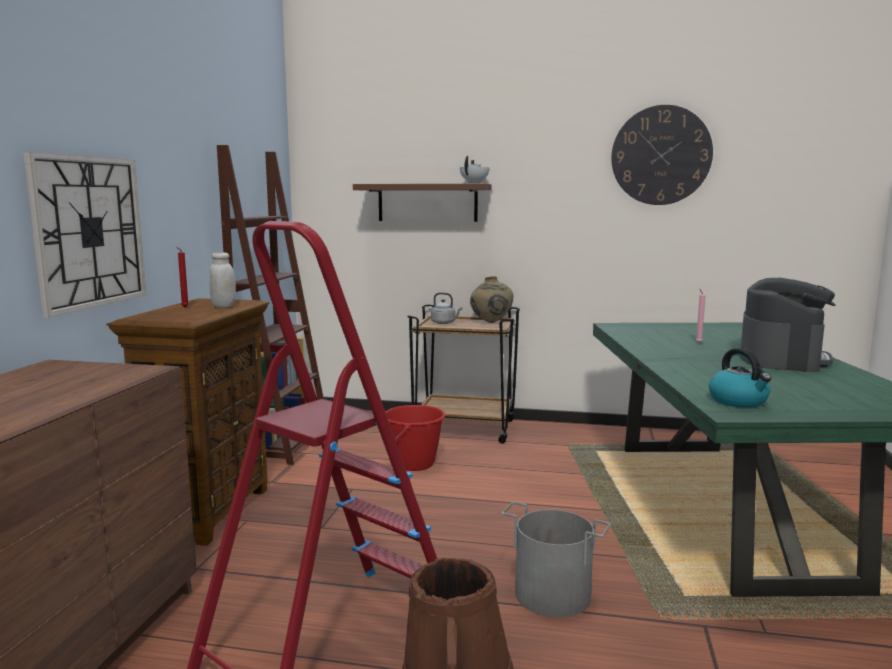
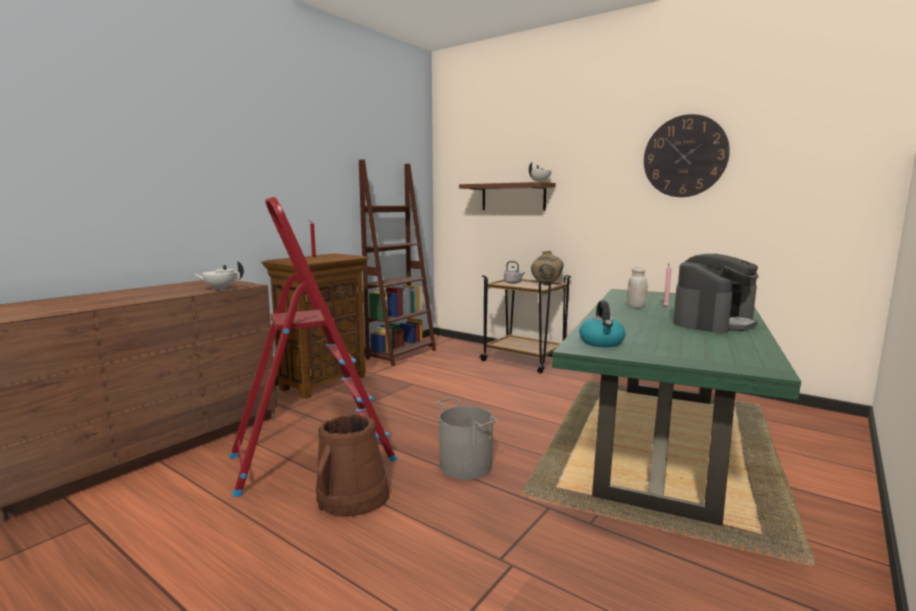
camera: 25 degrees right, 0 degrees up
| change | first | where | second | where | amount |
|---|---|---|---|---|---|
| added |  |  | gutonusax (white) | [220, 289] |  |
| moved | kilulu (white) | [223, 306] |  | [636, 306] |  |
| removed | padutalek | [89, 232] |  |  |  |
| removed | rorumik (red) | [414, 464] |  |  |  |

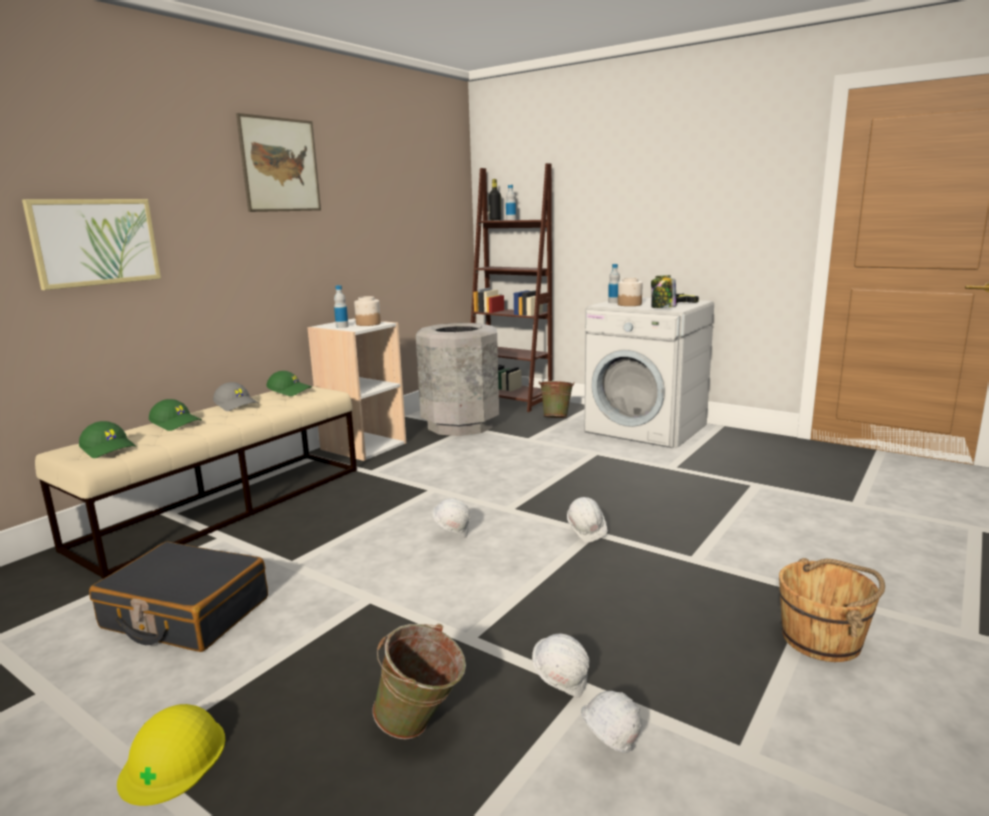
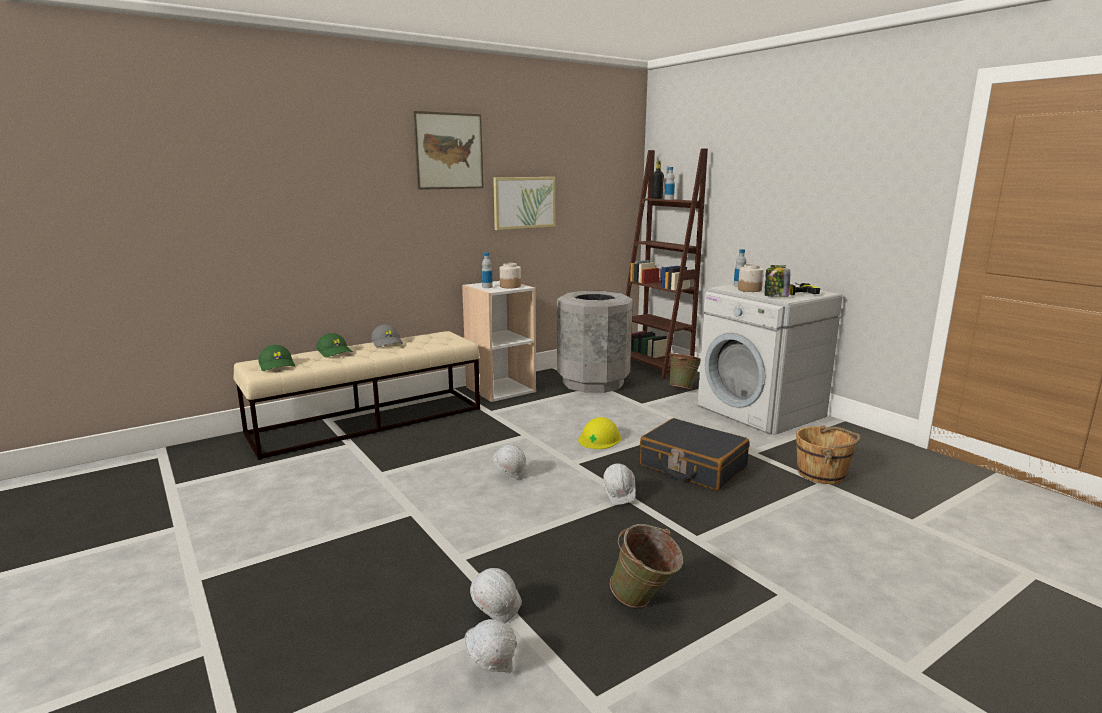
camera: 20 degrees right, 0 degrees up
| change | first | where | second | where | amount |
|---|---|---|---|---|---|
| moved | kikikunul | [95, 242] |  | [524, 202] |  |
| moved | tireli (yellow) | [173, 758] |  | [599, 439] |  |
| moved | rorumik (green) | [422, 727] |  | [644, 603] |  |
| moved | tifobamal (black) | [185, 613] |  | [692, 467] |  |
| moved | rorumik (brown) | [823, 639] |  | [822, 474] |  |
| removed | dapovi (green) | [290, 391] |  |  |  |

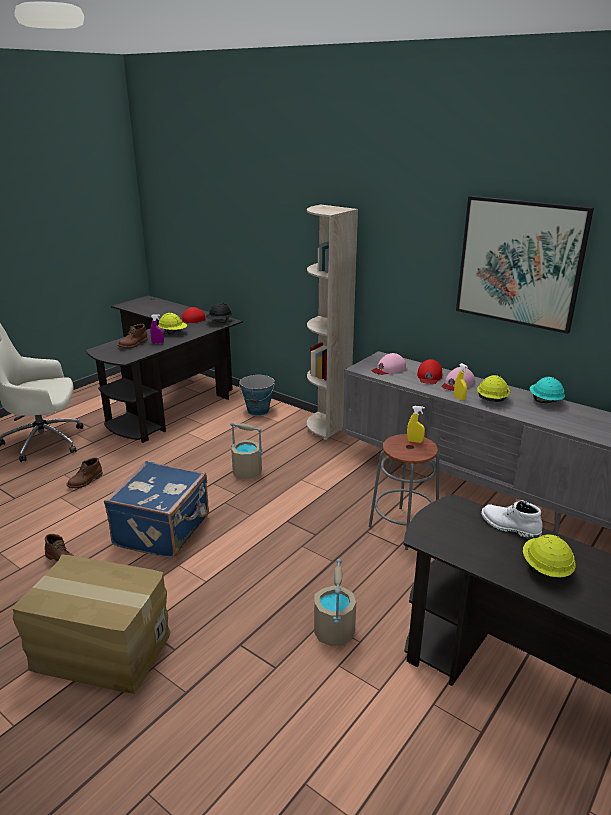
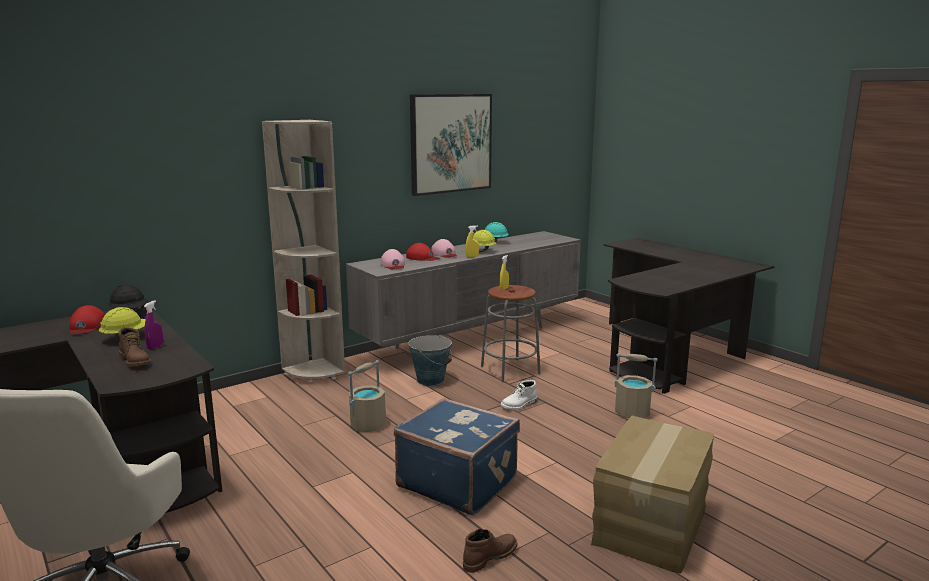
camera: 75 degrees left, 10 degrees down
| change | first | where | second | where | amount |
|---|---|---|---|---|---|
| moved | rorumik | [258, 410] |  | [430, 380] |  |
| moved | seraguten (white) | [509, 527] |  | [519, 405] |  |
| removed | seraguten (brown) | [85, 481] |  |  |  |
| removed | tireli (yellow) | [545, 569] |  |  |  |

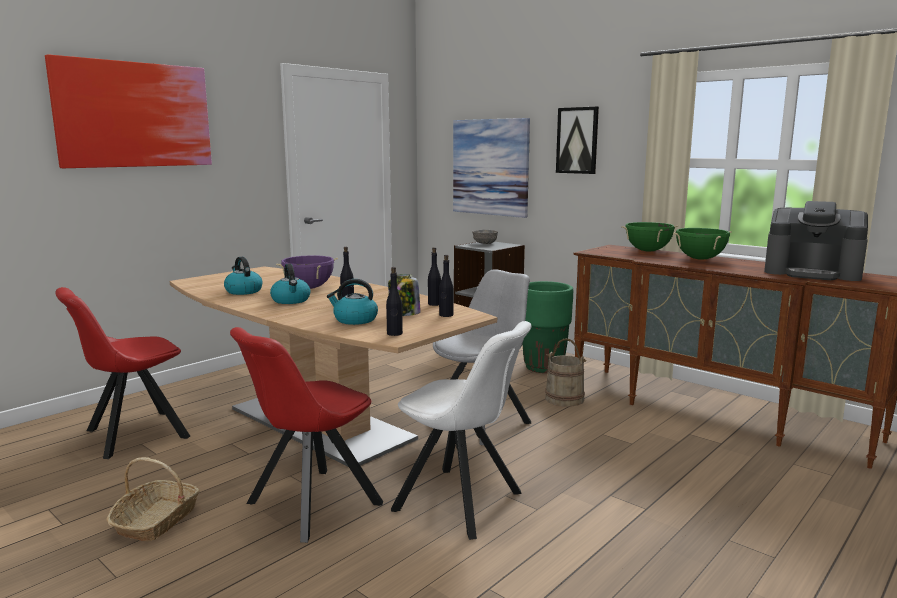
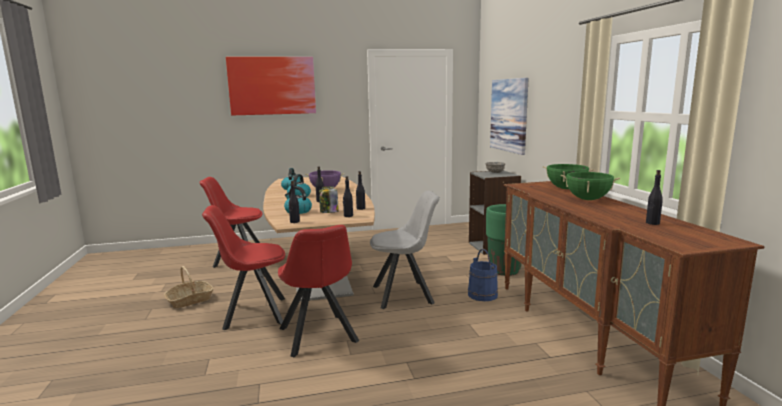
camera: 35 degrees right, 0 degrees up
| change | first | where | second | where | amount |
|---|---|---|---|---|---|
| recoloured | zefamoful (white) | [461, 502] | zefamoful (red) | [318, 336] |  |
| recoloured | rorumik (beige) | [564, 399] | rorumik (blue) | [483, 294] |  |
| replaced | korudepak | [812, 273] | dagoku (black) | [652, 223] |  |
| removed | kikikunul | [577, 140] |  |  |  |

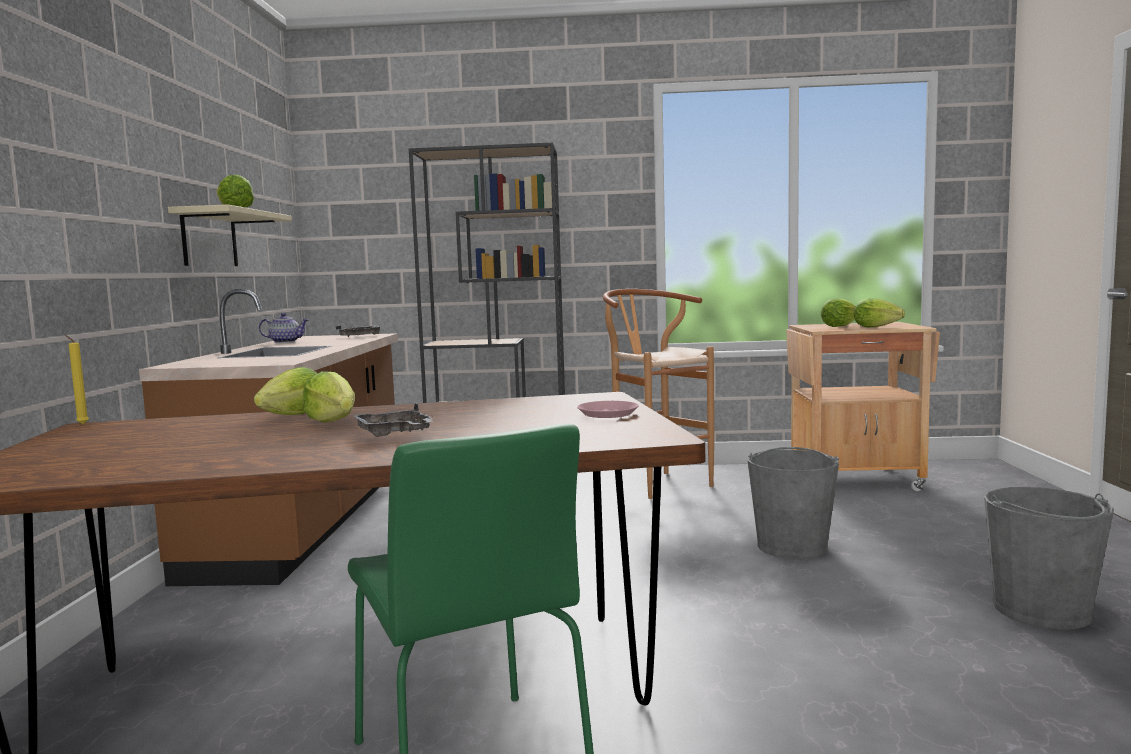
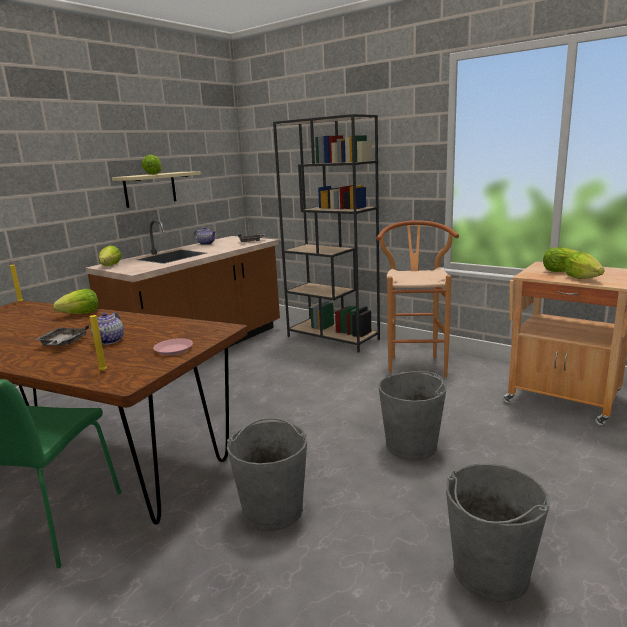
camera: 35 degrees right, 10 degrees up
| change | first | where | second | where | amount |
|---|---|---|---|---|---|
| added |  |  | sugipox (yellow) | [104, 371] |  |
| added |  |  | gutonusax | [110, 341] |  |
| moved | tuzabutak | [333, 422] |  | [111, 266] |  |
| added |  |  | rorumik (grey) | [273, 509] |  |

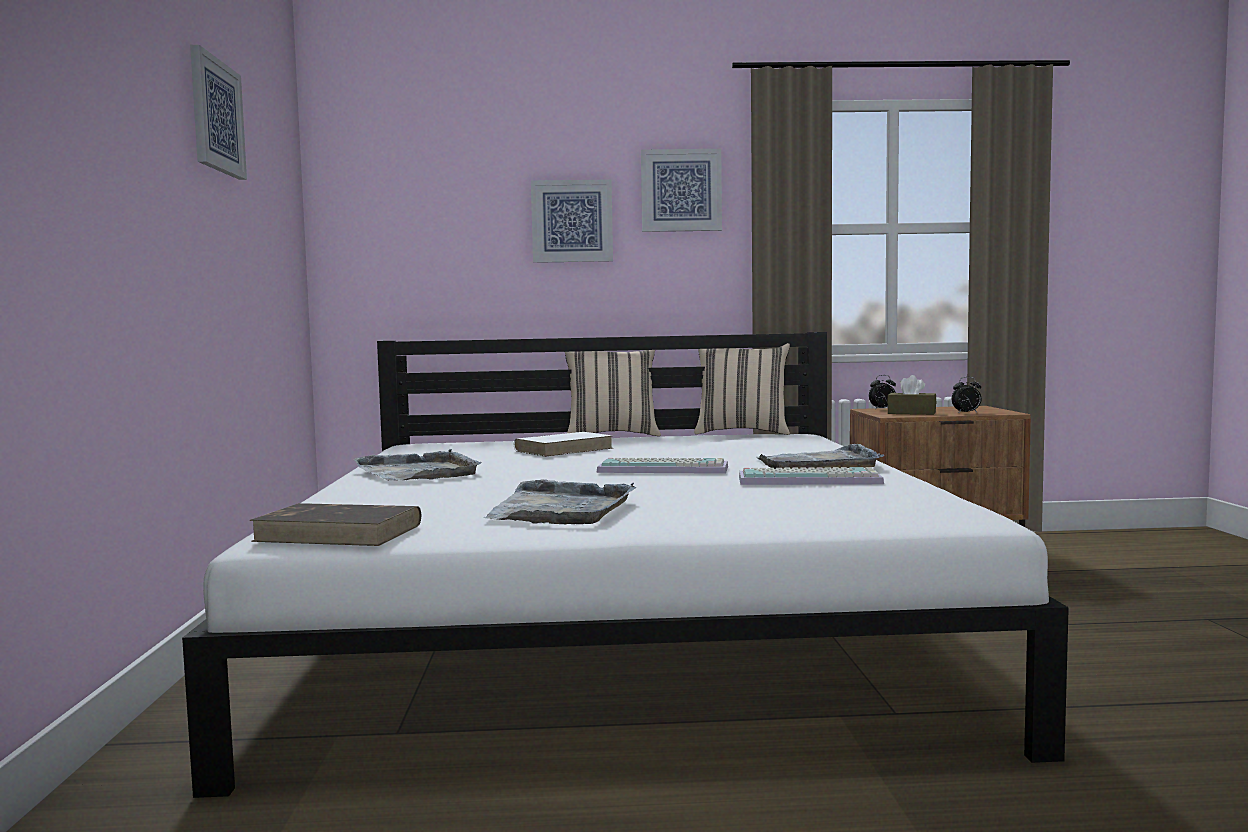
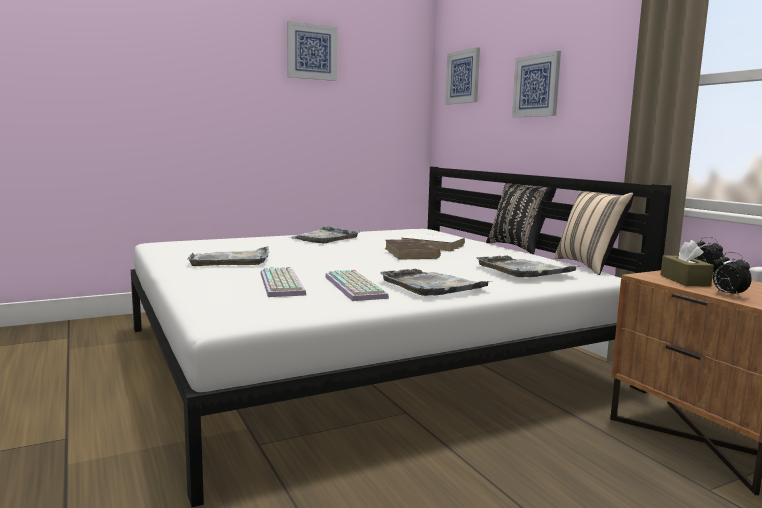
camera: 65 degrees right, 5 degrees up
| change | first | where | second | where | amount |
|---|---|---|---|---|---|
| moved | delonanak | [665, 469] |  | [283, 284] |  |
| moved | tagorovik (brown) | [340, 532] |  | [411, 253] |  |
| moved | kikikunul | [681, 190] |  | [463, 77] |  |
| added |  |  | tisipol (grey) | [523, 270] |  |
| recoloured | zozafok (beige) | [612, 435] | zozafok (black) | [518, 247] |  |

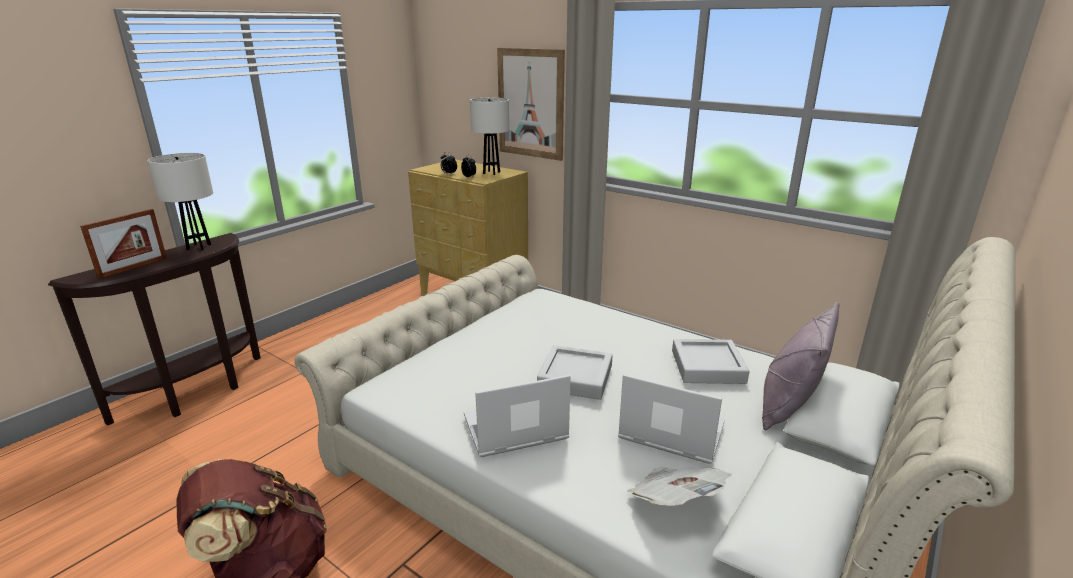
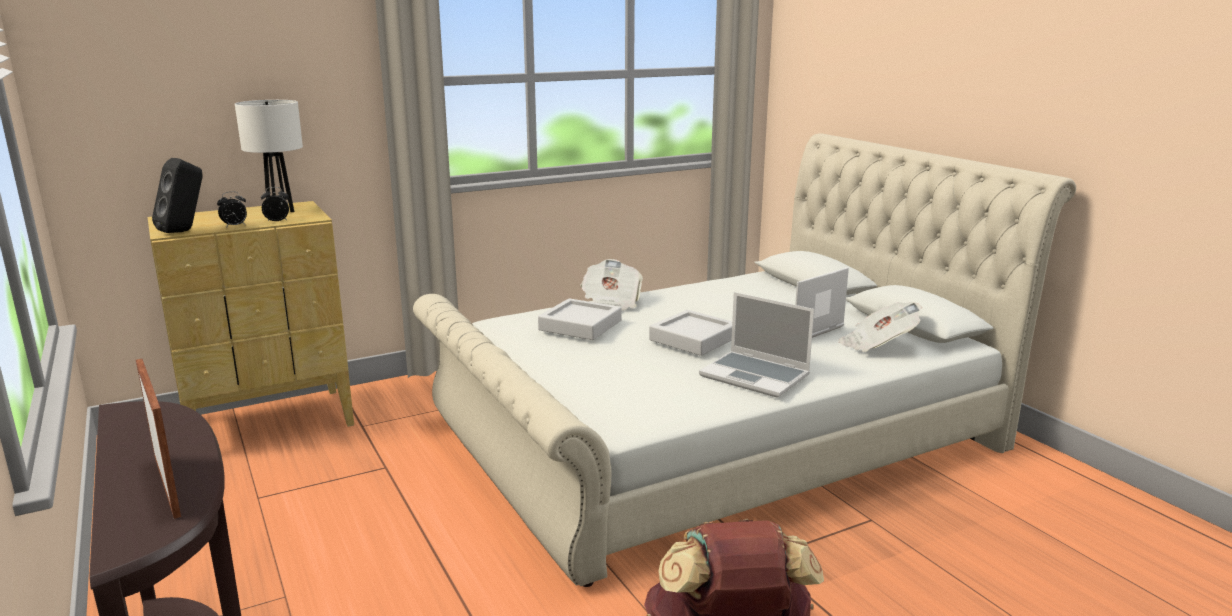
camera: 65 degrees left, 5 degrees down
| change | first | where | second | where | amount |
|---|---|---|---|---|---|
| added |  |  | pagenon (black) | [184, 231] |  |
| moved | tisipol (grey) | [707, 367] |  | [580, 325] |  |
| added |  |  | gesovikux | [611, 303] |  |
| turned | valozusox | [514, 430] |  | [756, 376] | 60 degrees counterclockwise |
| removed | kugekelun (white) | [198, 247] |  |  |  |
| removed | kikikunul | [530, 104] |  |  |  |
| removed | zozafok (purple) | [788, 407] |  |  |  |

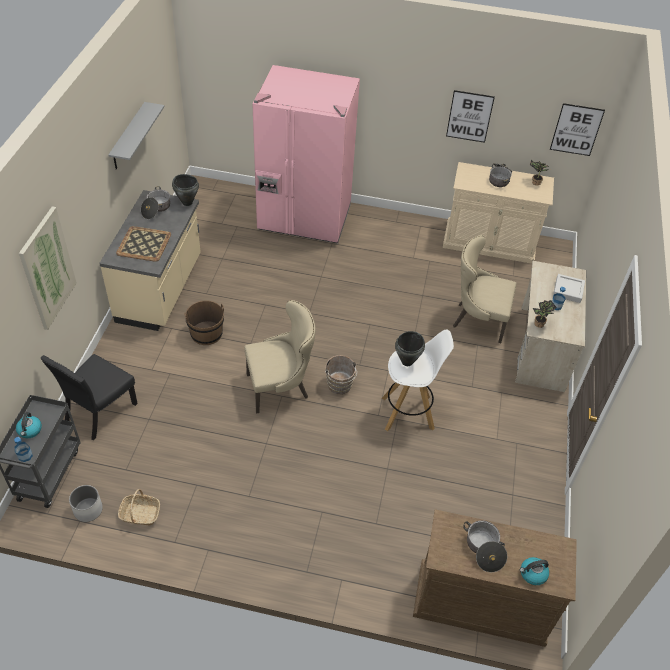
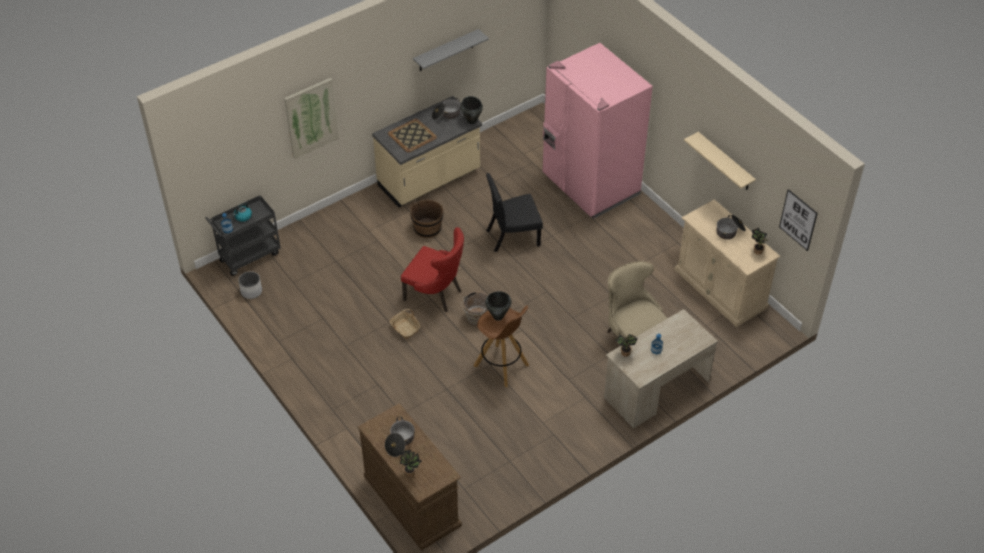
camera: 45 degrees right, 0 degrees up
| change | first | where | second | where | amount |
|---|---|---|---|---|---|
| moved | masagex | [140, 514] |  | [404, 328] |  |
| replaced | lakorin | [532, 574] | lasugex | [411, 473] |  |
| recoloured | zefamoful (beige) | [280, 388] | zefamoful (red) | [435, 294] |  |
| recoloured | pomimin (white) | [408, 413] | pomimin (brown) | [502, 366] |  |
| moved | zefamoful (black) | [100, 411] |  | [513, 237] |  |
| replaced | kikikunul | [469, 116] | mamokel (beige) | [725, 162] |  |
| removed | tisipol (grey) | [568, 290] |  |  |  |

